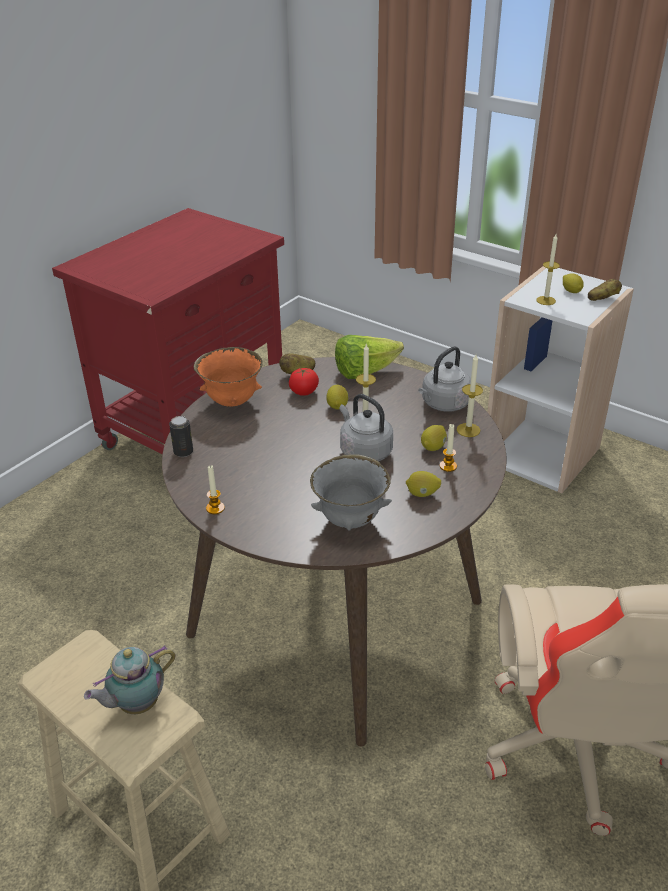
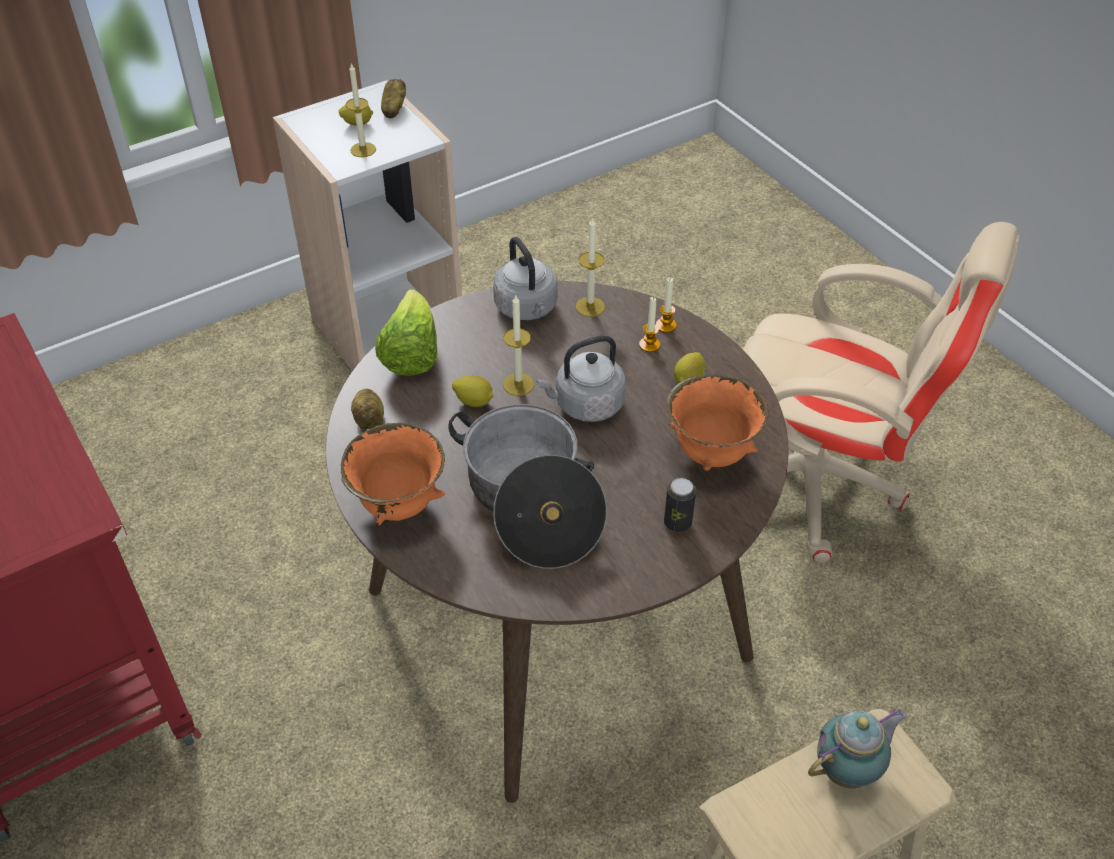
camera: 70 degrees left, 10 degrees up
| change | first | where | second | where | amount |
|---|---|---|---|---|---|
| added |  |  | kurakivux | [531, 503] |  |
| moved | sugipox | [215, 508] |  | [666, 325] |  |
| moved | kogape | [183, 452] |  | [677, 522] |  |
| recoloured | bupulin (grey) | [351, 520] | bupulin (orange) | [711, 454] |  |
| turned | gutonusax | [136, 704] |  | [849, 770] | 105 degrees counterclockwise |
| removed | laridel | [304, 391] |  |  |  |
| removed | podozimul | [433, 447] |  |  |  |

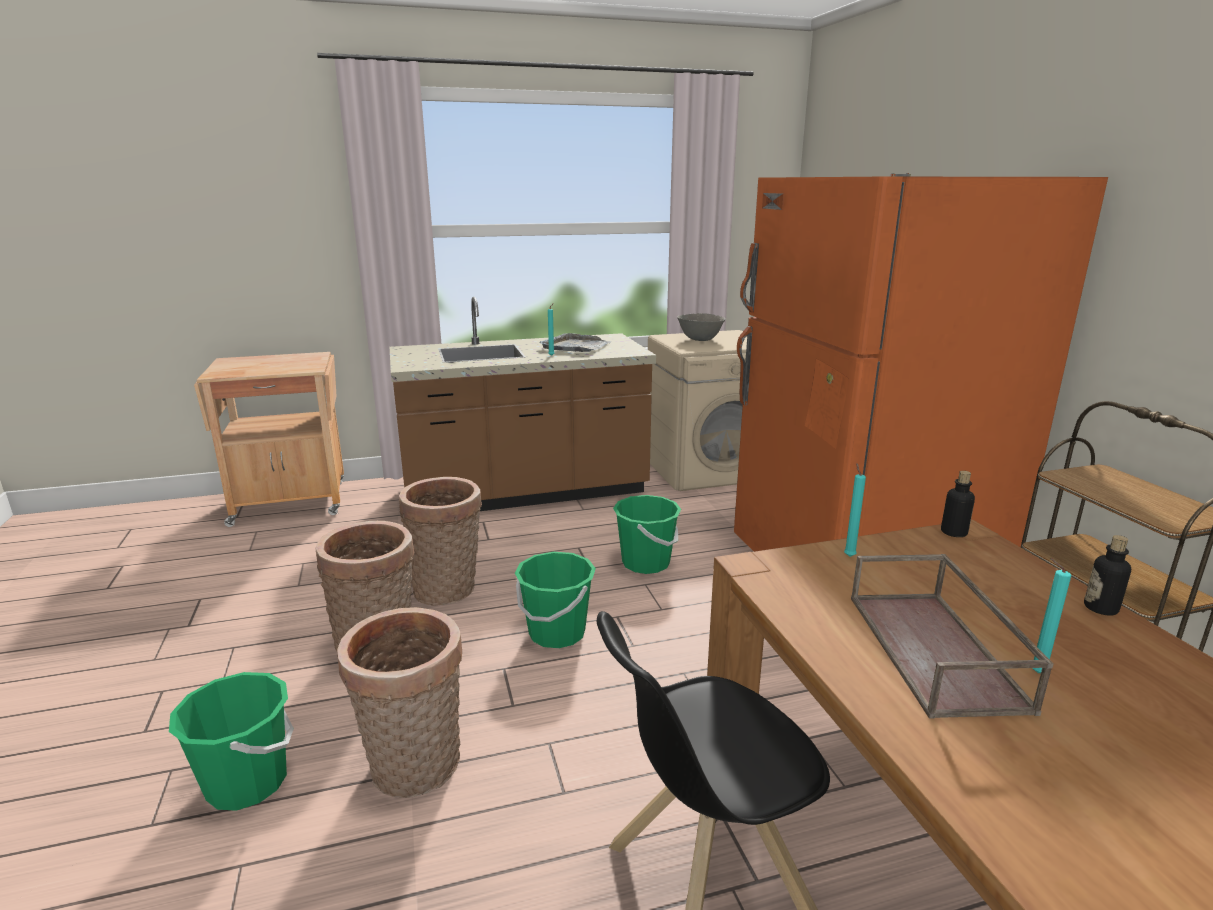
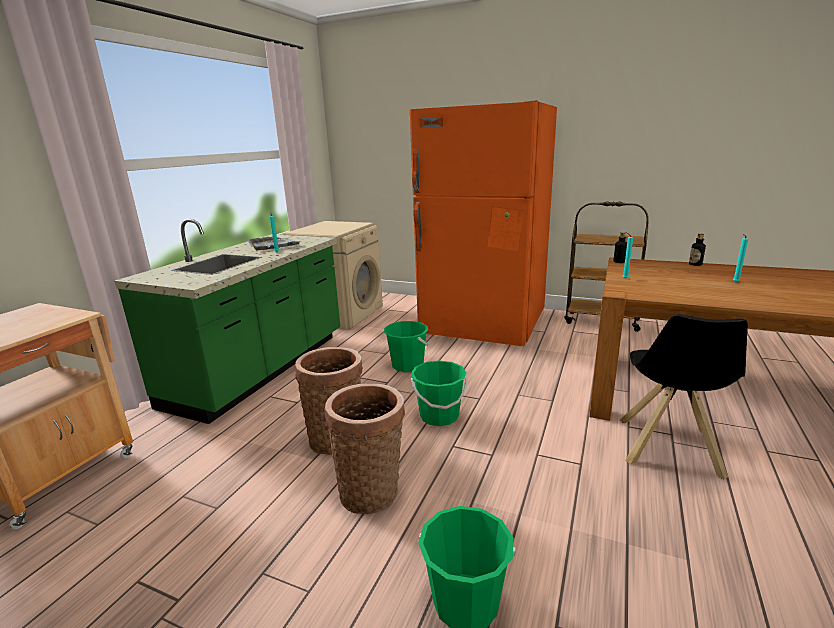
camera: 50 degrees left, 0 degrees up
| change | first | where | second | where | amount |
|---|---|---|---|---|---|
| recoloured | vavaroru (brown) | [525, 492] | vavaroru (green) | [261, 369] |  |
| removed | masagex | [415, 770] |  |  |  |
| removed | bupulin (grey) | [700, 340] |  |  |  |
| removed | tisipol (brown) | [937, 651] |  |  |  |

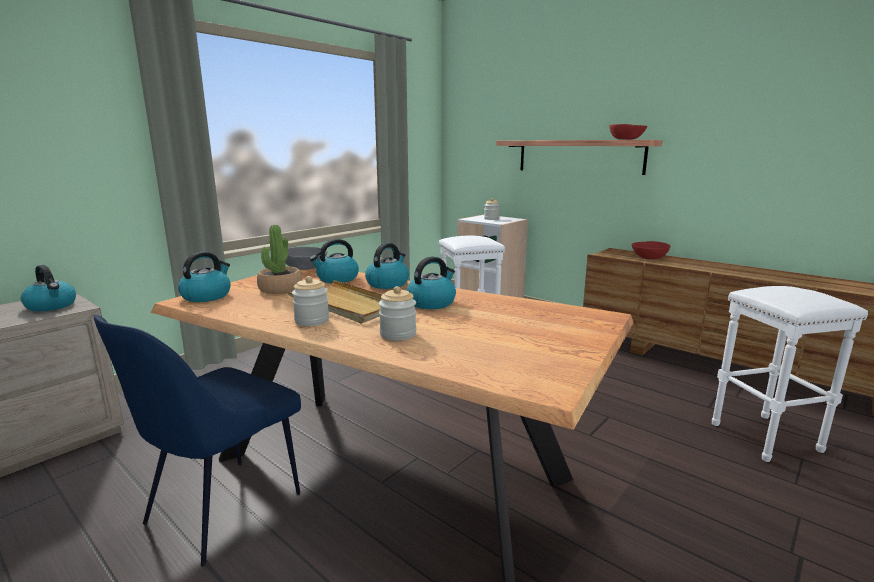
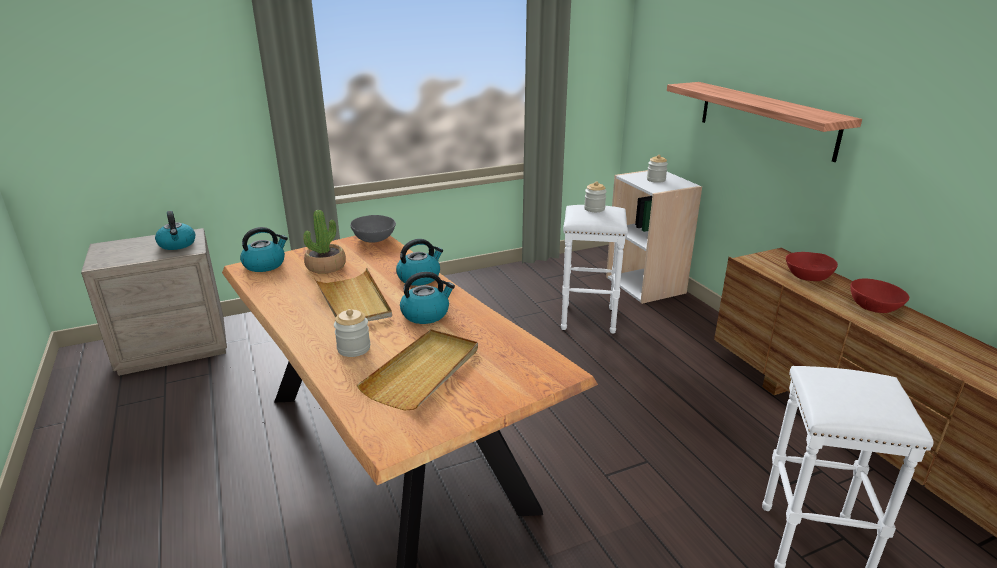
camera: 25 degrees right, 10 degrees up
| change | first | where | second | where | amount |
|---|---|---|---|---|---|
| added |  |  | tisipol (beige) | [423, 372] |  |
| moved | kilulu | [312, 321] |  | [594, 209] |  |
| moved | bupulin (red) | [626, 139] |  | [874, 307] |  |
| removed | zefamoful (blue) | [224, 509] |  |  |  |
| removed | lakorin | [337, 279] |  |  |  |

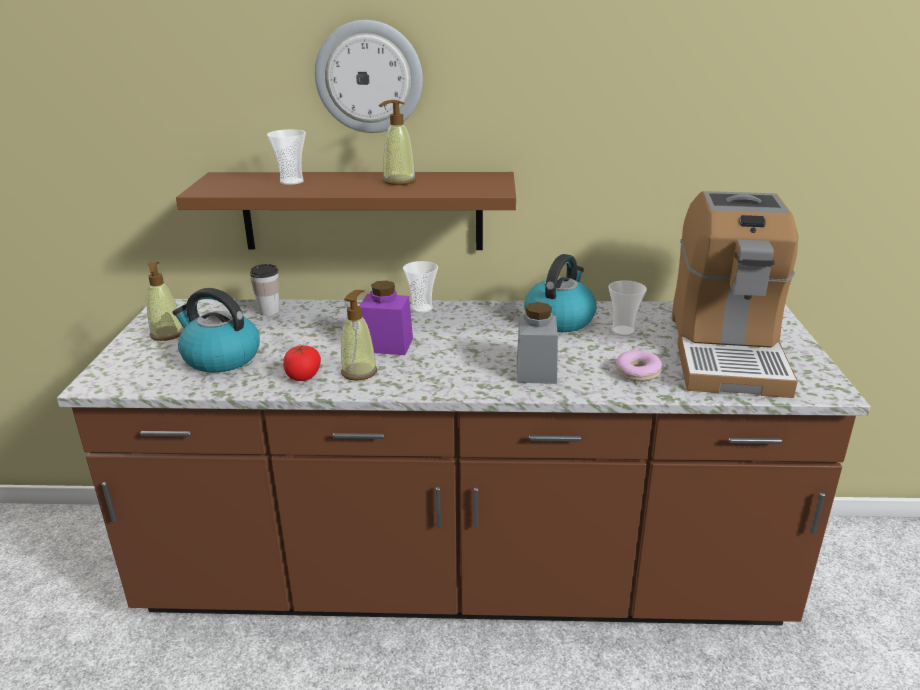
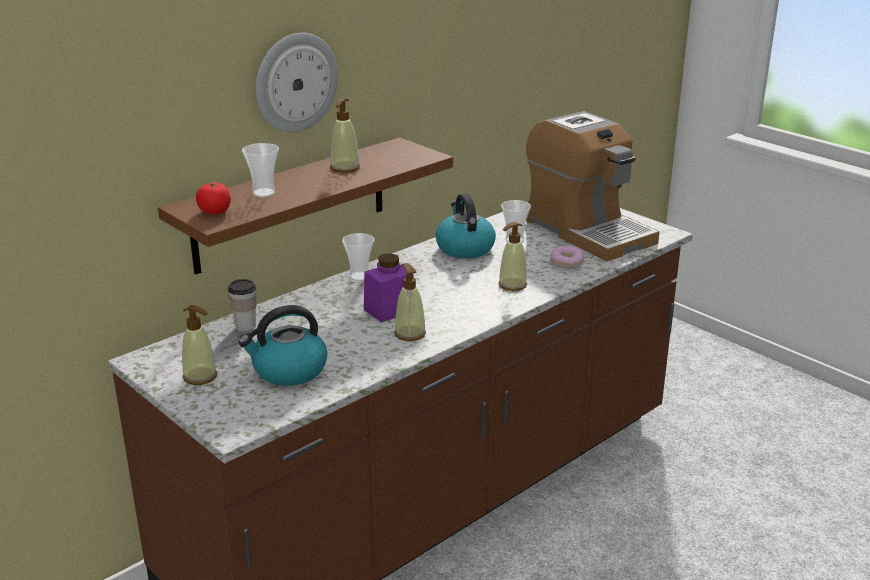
camera: 45 degrees left, 0 degrees up
| change | first | where | second | where | amount |
|---|---|---|---|---|---|
| moved | laridel | [303, 376] |  | [215, 211] |  |
| replaced | kilulu (grey) | [536, 370] | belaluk | [512, 285] |  |

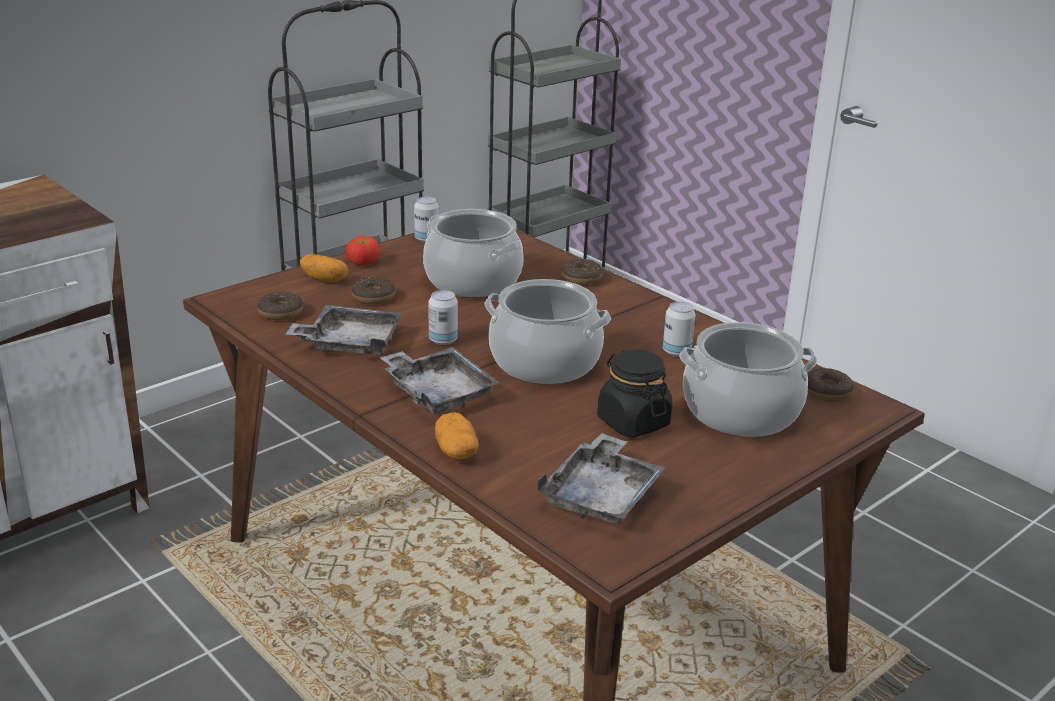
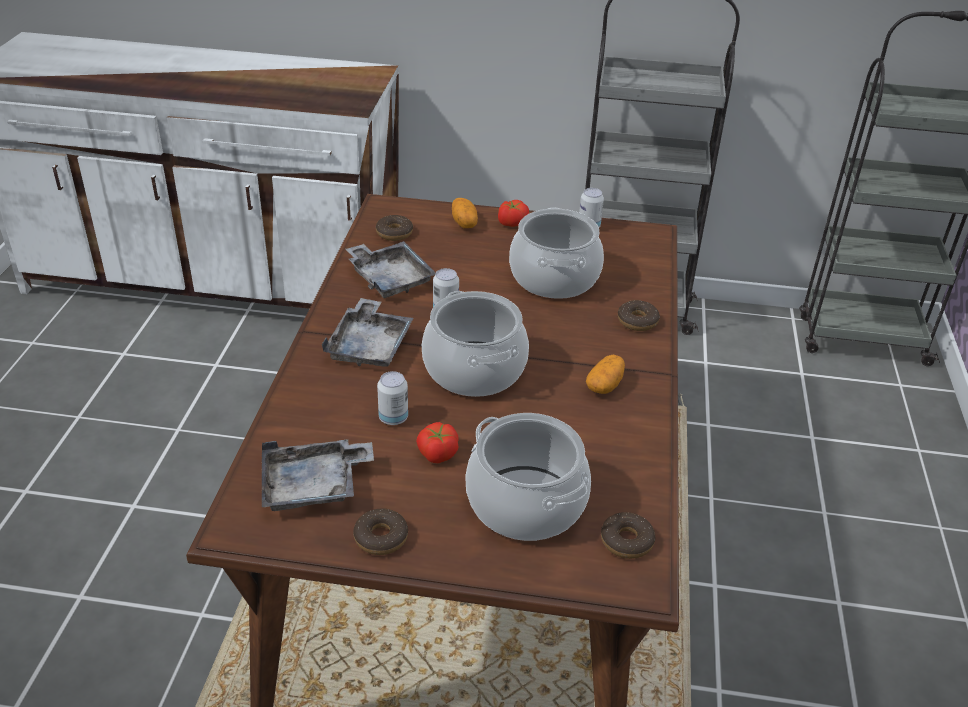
camera: 50 degrees right, 10 degrees up
| change | first | where | second | where | amount |
|---|---|---|---|---|---|
| moved | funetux | [373, 297] |  | [381, 537] |  |
| moved | kogape | [676, 352] |  | [393, 418] |  |
| replaced | kilulu (black) | [632, 422] | laridel | [437, 453] |  |
| moved | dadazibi | [456, 451] |  | [605, 385] |  |

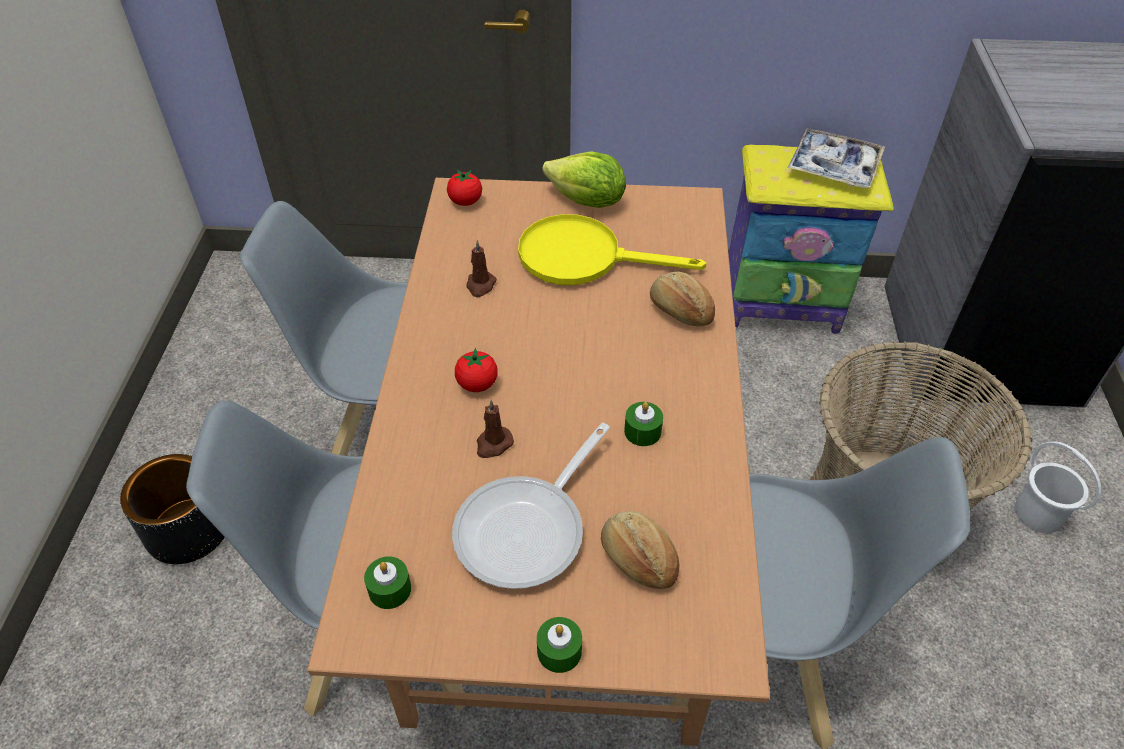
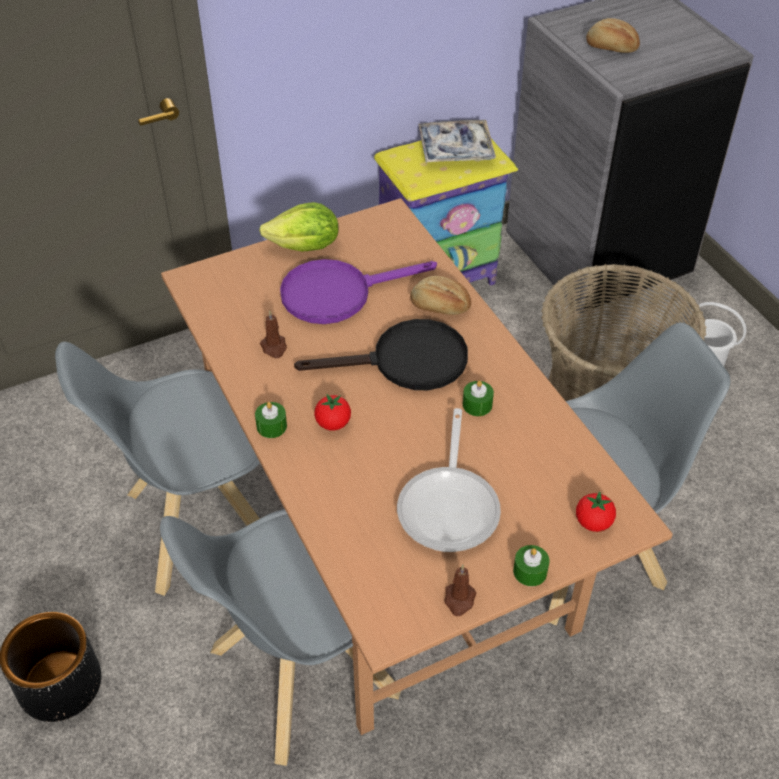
camera: 30 degrees left, 0 degrees up
| change | first | where | second | where | amount |
|---|---|---|---|---|---|
| moved | sugipox (green) | [390, 589] |  | [271, 426] |  |
| recoloured | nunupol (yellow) | [584, 257] | nunupol (purple) | [338, 293] |  |
| added |  |  | nunupol (black) | [406, 362] |  |
| moved | sugipox (brown) | [493, 444] |  | [459, 600] |  |
| moved | laridel | [465, 201] |  | [593, 522] |  |
| moved | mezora | [637, 560] |  | [611, 48] |  |

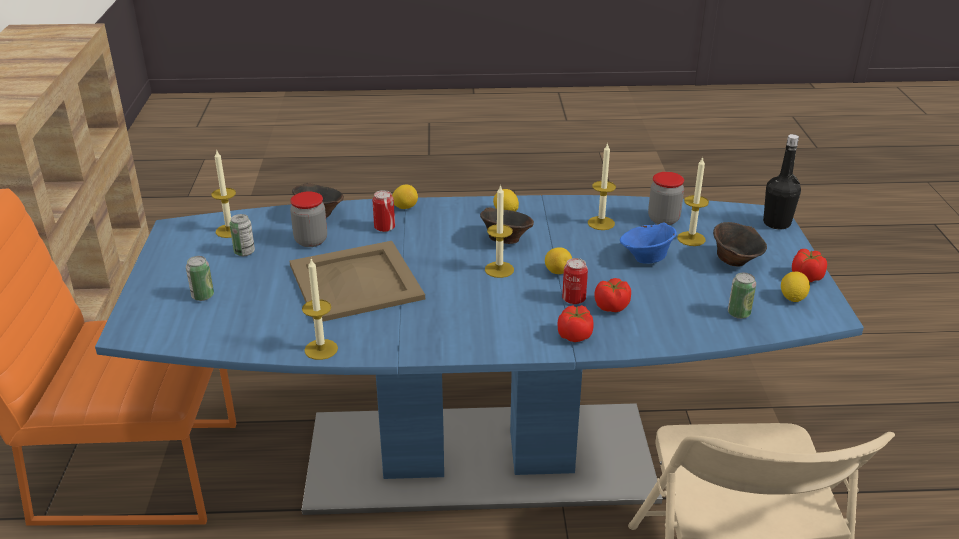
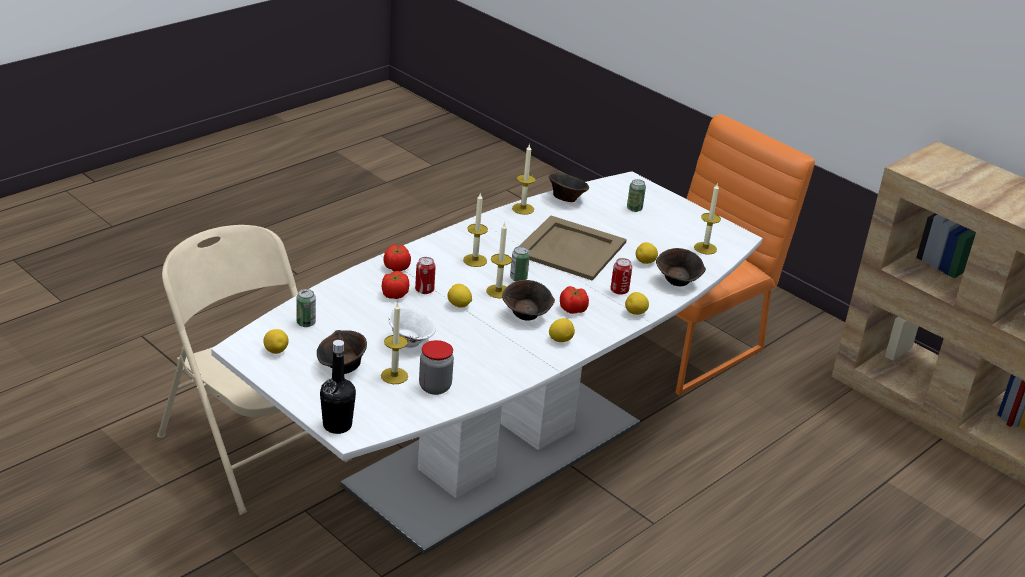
camera: 135 degrees right, 0 degrees up
| change | first | where | second | where | amount |
|---|---|---|---|---|---|
| recoloured | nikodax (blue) | [478, 457] | nikodax (white) | [497, 453] |  |
| recoloured | bupulin (blue) | [646, 258] | bupulin (white) | [410, 342] |  |
| moved | sugipox | [601, 223] |  | [475, 260] |  |
| moved | kogape | [244, 252] |  | [518, 278] |  |
| added |  |  | bupulin (brown) | [566, 199] |  |
| moved | laridel | [806, 276] |  | [573, 309] |  |
| replaced | kilulu | [311, 241] | podozimul | [645, 262] |  |

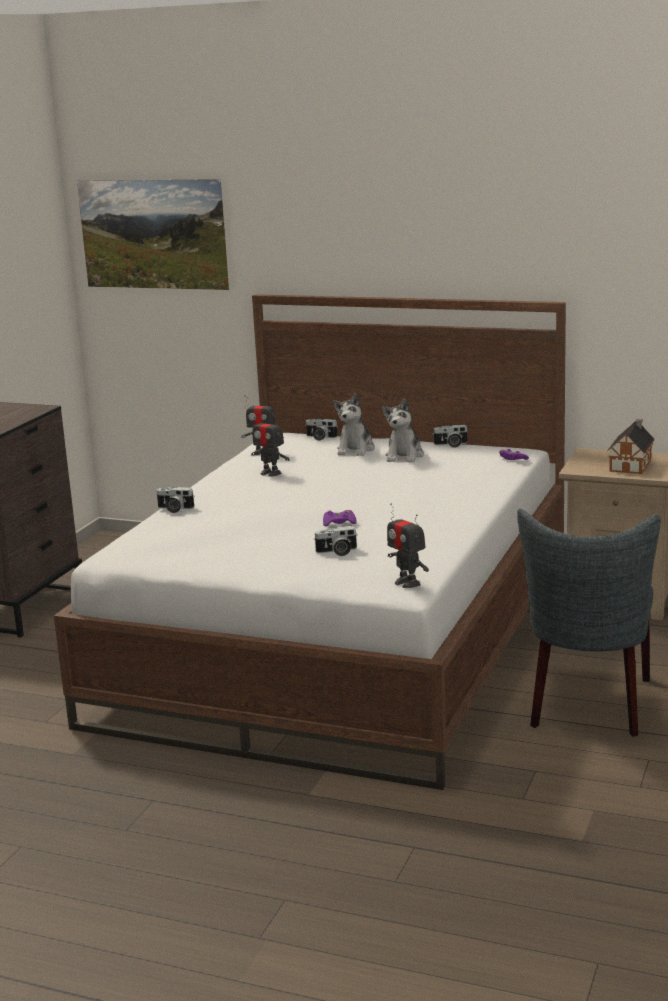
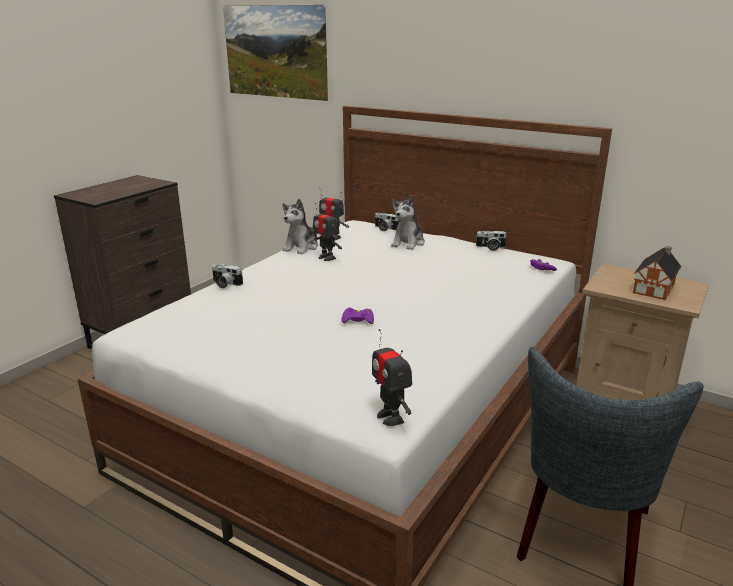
camera: 10 degrees right, 5 degrees up
| change | first | where | second | where | amount |
|---|---|---|---|---|---|
| moved | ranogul | [404, 456] |  | [301, 247] |  |
| removed | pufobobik | [337, 552] |  |  |  |

